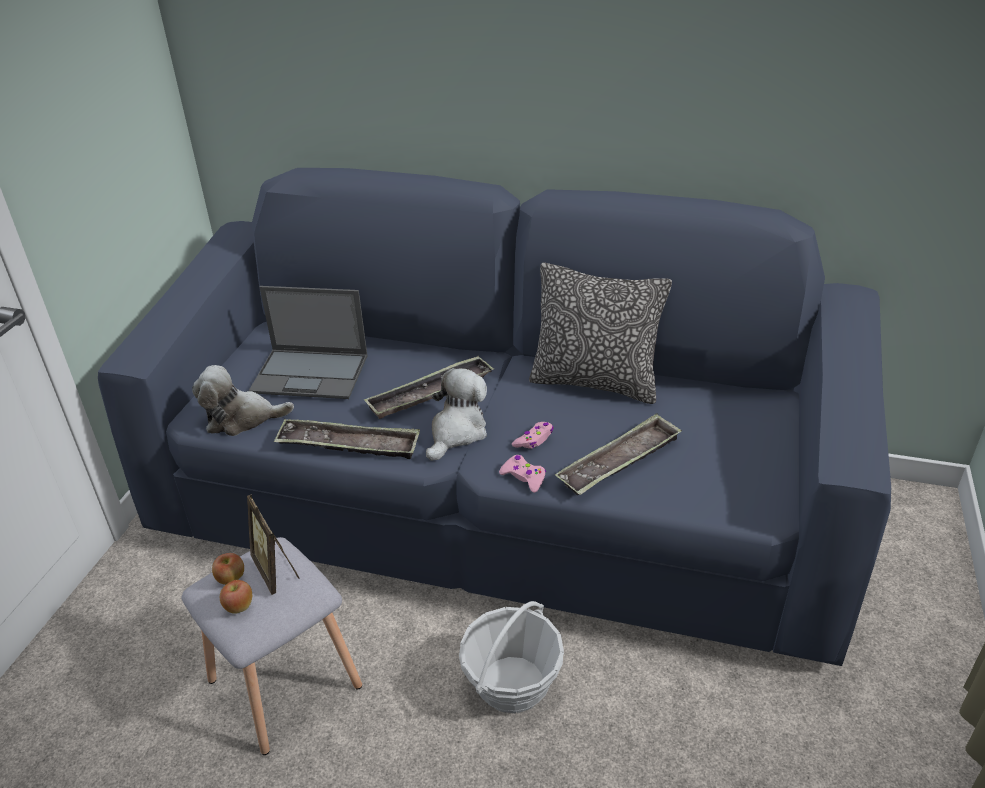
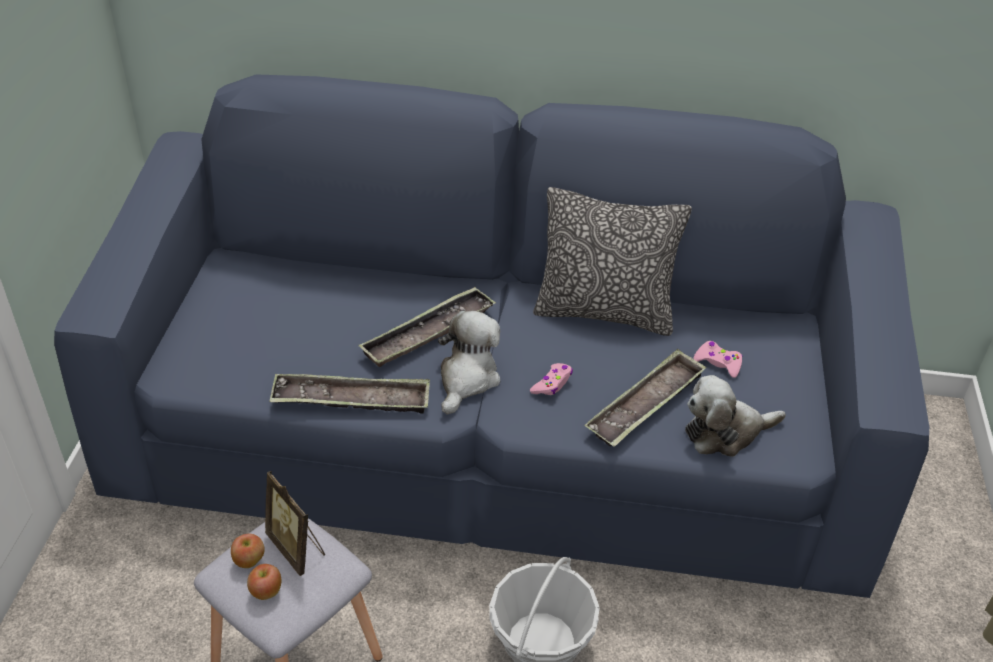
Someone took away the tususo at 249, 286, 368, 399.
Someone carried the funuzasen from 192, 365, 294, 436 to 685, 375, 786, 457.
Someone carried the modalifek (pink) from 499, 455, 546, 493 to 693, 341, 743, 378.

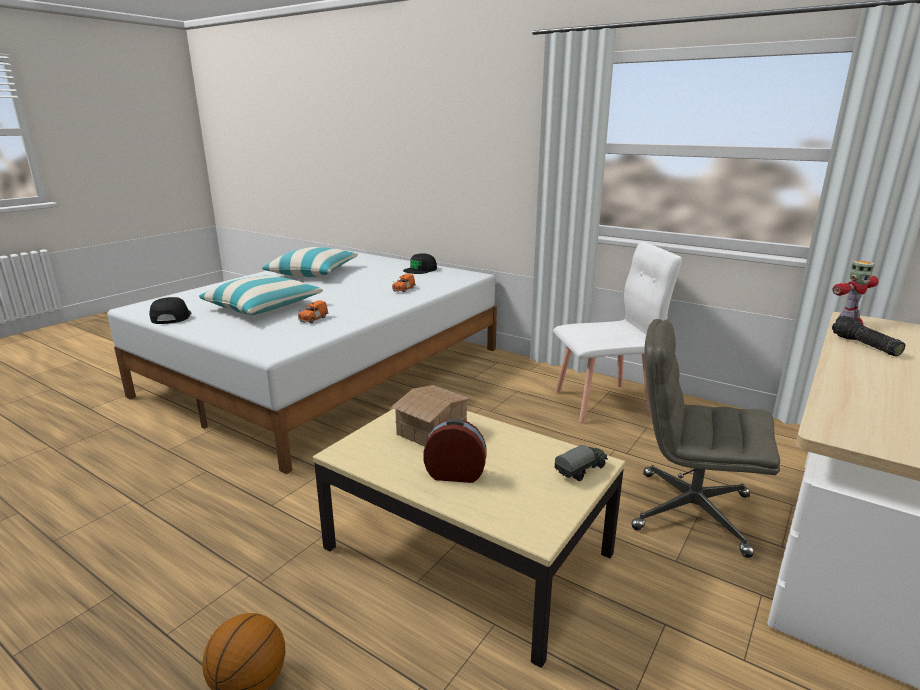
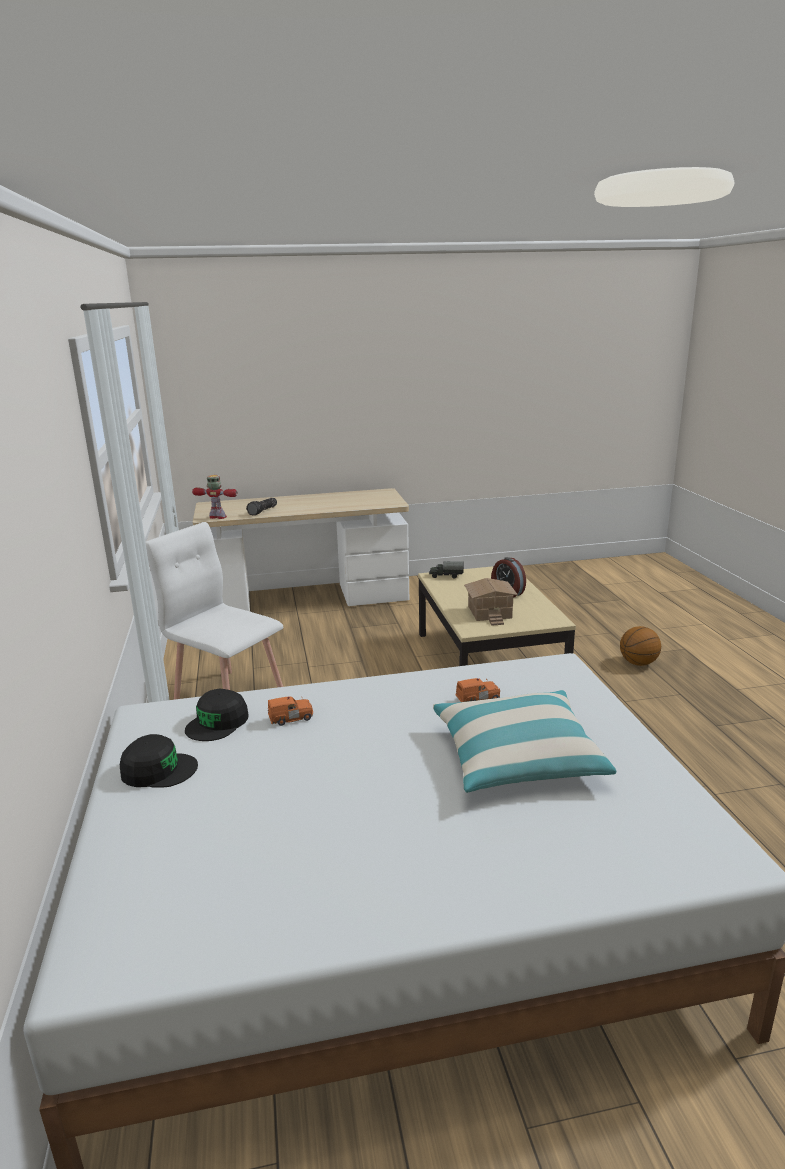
Someone took away the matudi at 262, 247, 358, 277.
Someone carried the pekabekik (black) from 149, 297, 191, 324 to 185, 689, 248, 741.
Someone took away the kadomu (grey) at 632, 319, 780, 558.

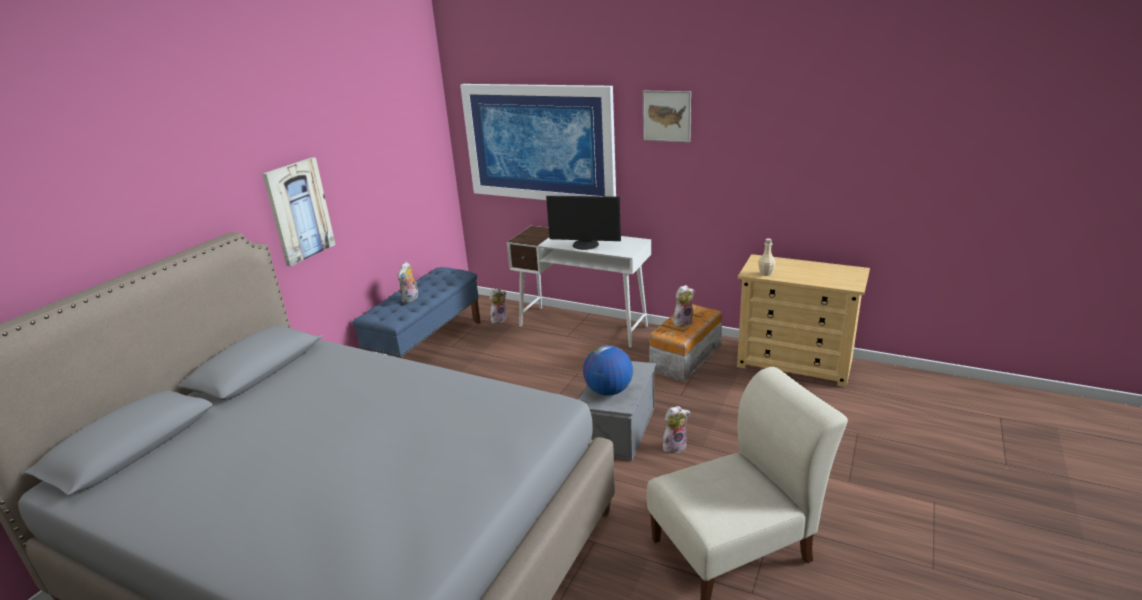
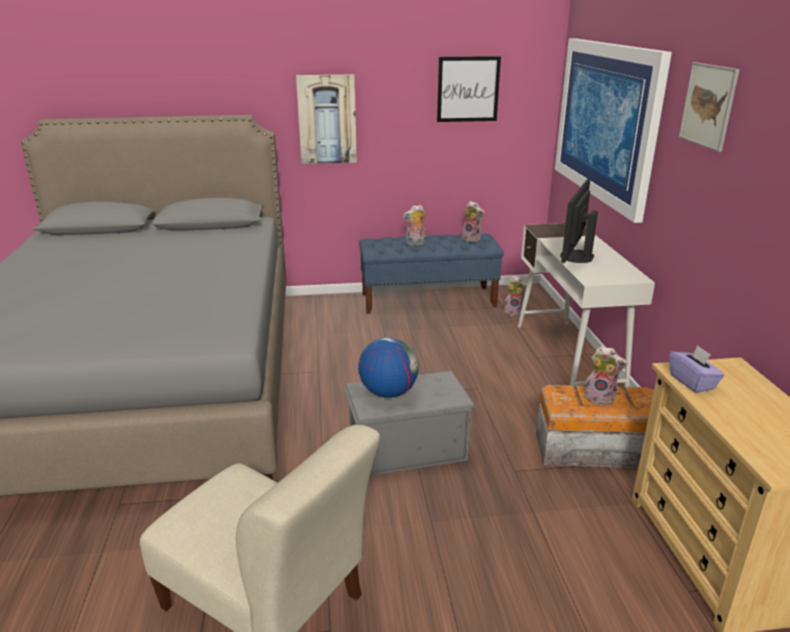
Someone rotated the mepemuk at 546, 196, 621, 250 by 45 degrees clockwise.
Someone swapped the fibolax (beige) at 758, 239, 776, 276 for the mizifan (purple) at 669, 345, 724, 393.
Someone carried the funuzasen from 663, 406, 690, 453 to 462, 201, 485, 243.
Someone put up the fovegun at 437, 56, 501, 122.

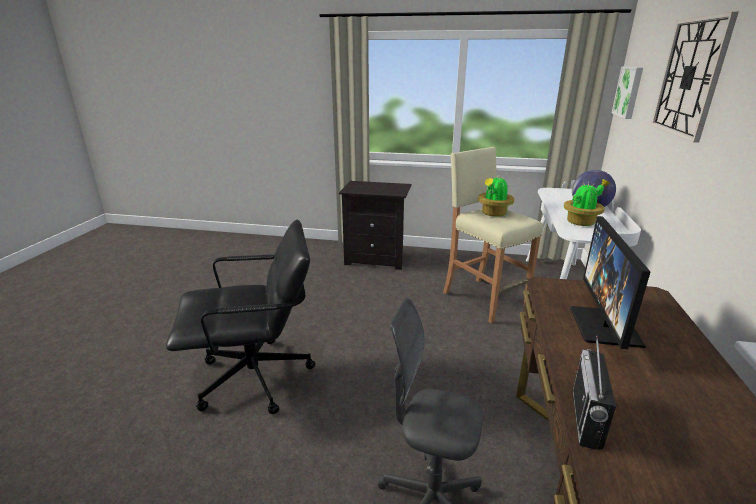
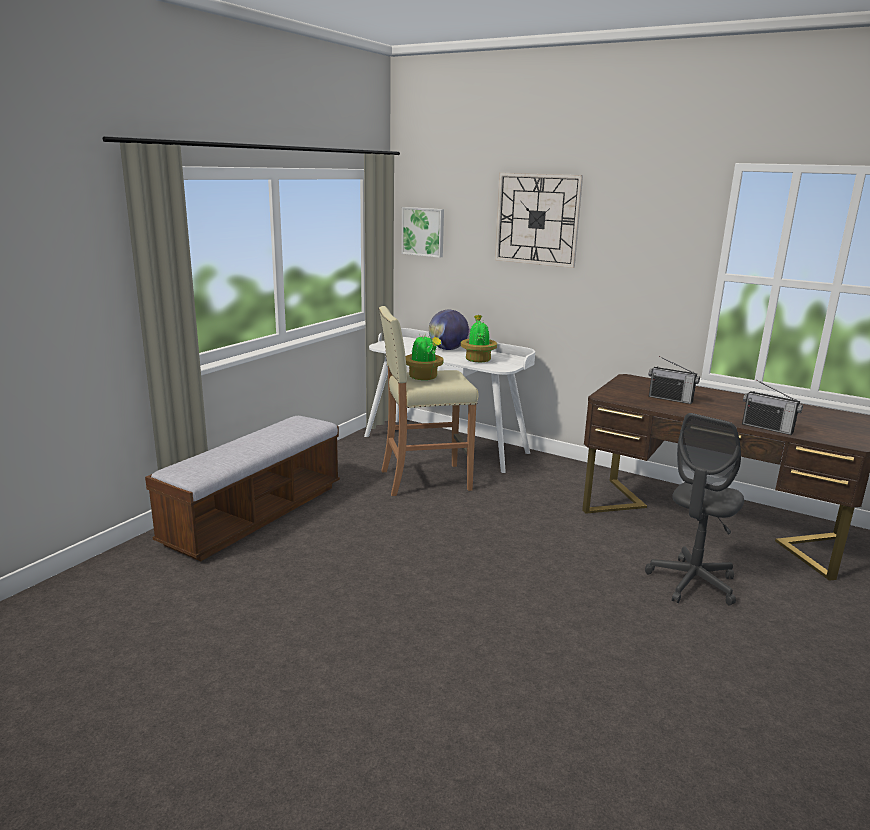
Someone swapped the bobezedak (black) at 339, 181, 411, 270 for the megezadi at 145, 415, 340, 561.
Someone swapped the mepemuk at 571, 216, 650, 349 for the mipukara at 649, 356, 700, 404.
Someone took away the kadomu (black) at 166, 220, 315, 414.

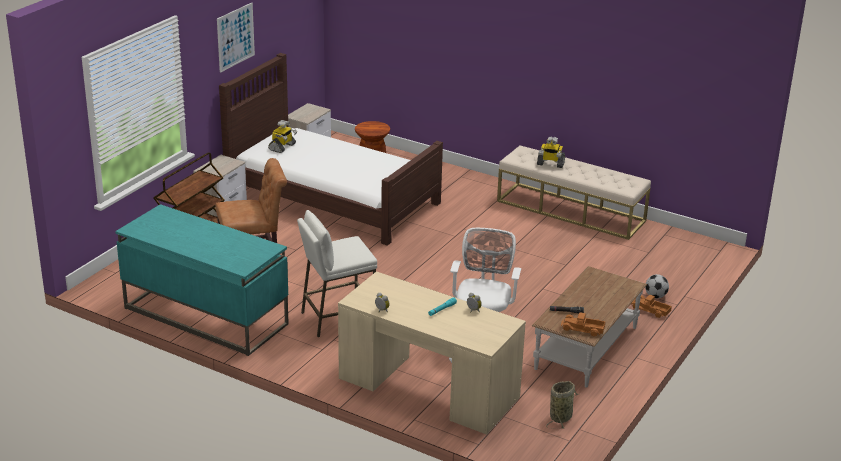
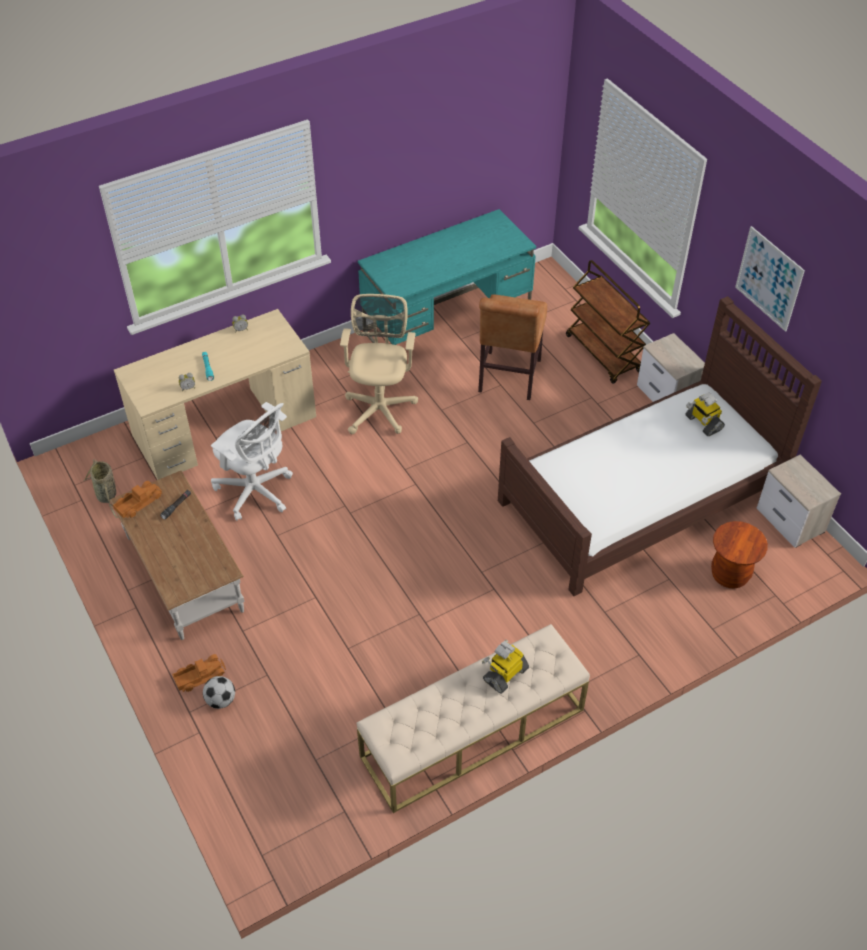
Someone swapped the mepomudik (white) at 297, 210, 377, 337 for the kadomu (beige) at 340, 294, 418, 434.

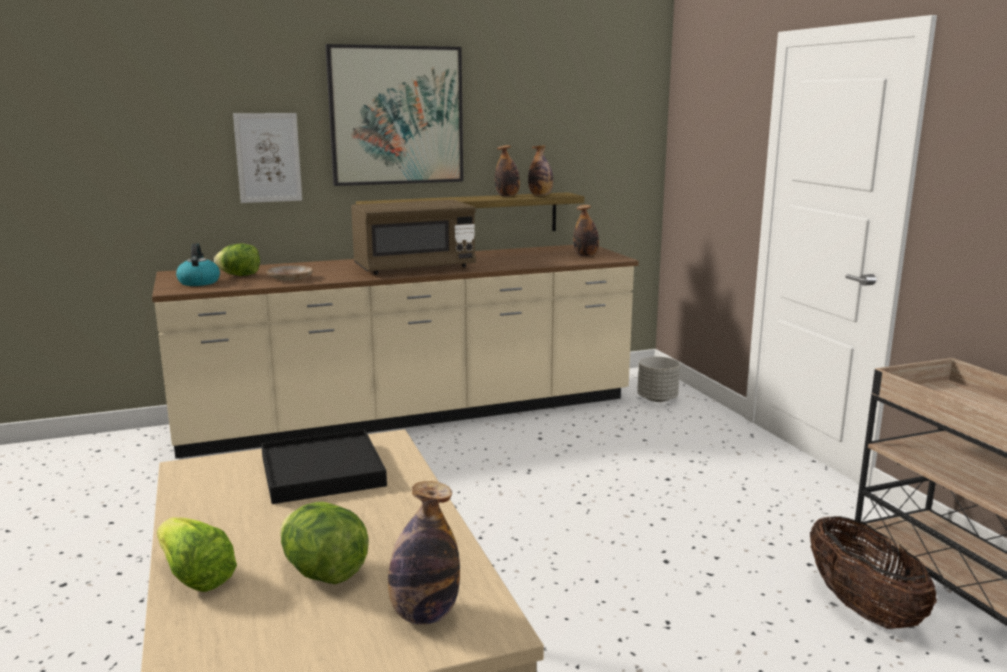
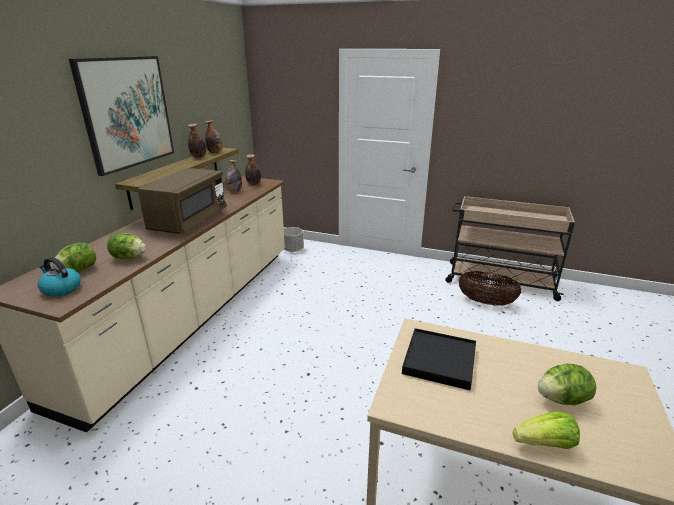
Someone took away the fovegun at 233, 113, 302, 203.
Someone swapped the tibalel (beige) at 267, 265, 313, 281 for the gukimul at 107, 233, 146, 259.
Someone carried the fibolax from 388, 481, 460, 625 to 226, 160, 242, 192.

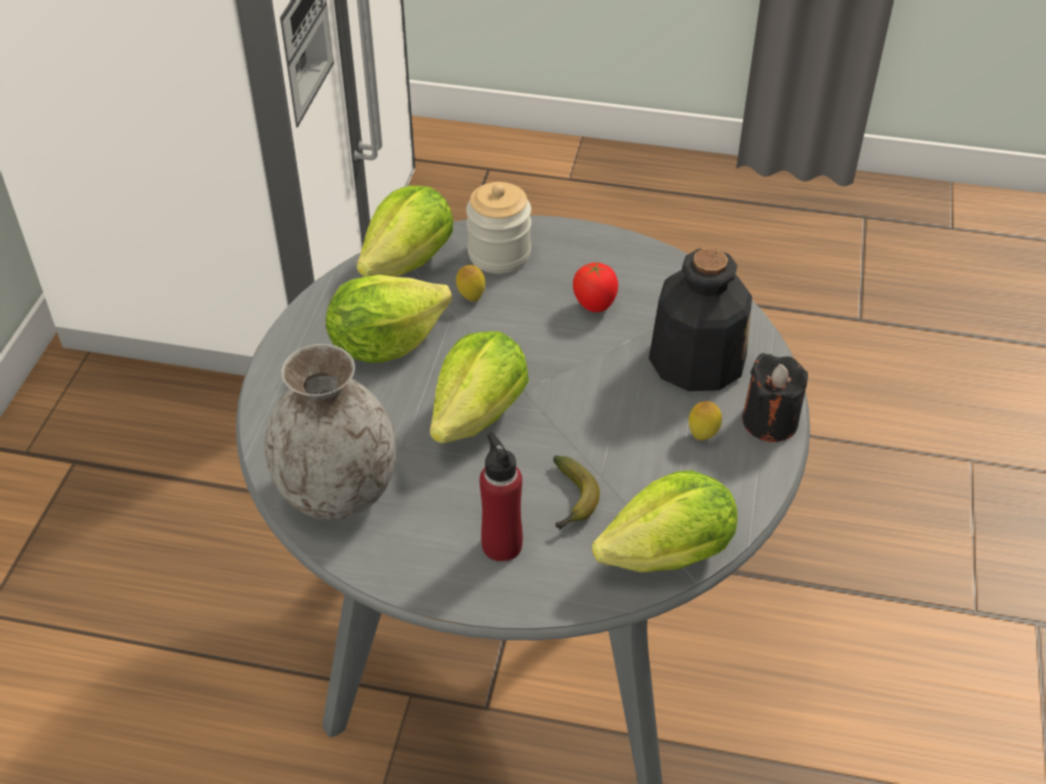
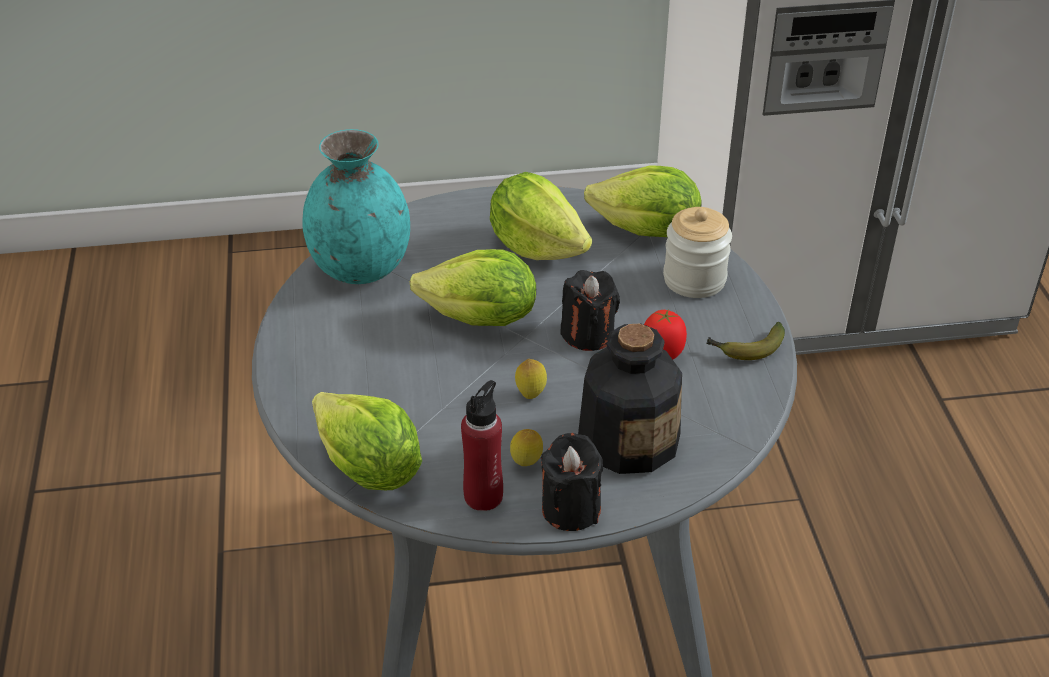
Someone carried the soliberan from 456, 265, 485, 301 to 515, 359, 547, 399.
Someone repainted the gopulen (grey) at 265, 344, 396, 520, which became the gopulen (turquoise) at 302, 129, 410, 284.
Someone carried the fibolax (red) from 479, 433, 523, 562 to 461, 380, 503, 511.
Someone carried the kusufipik from 553, 456, 600, 530 to 706, 322, 785, 360.
Someone put down the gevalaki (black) at 560, 270, 620, 351.

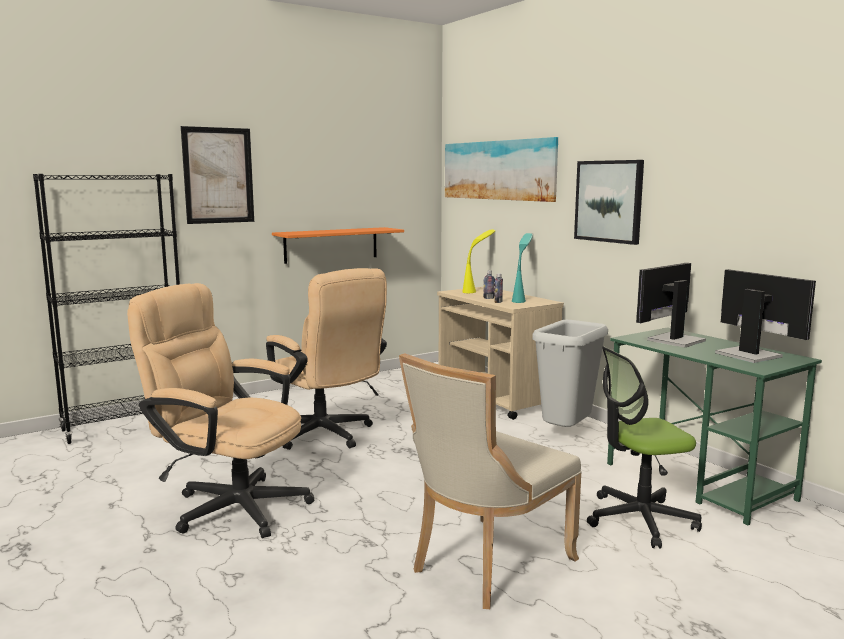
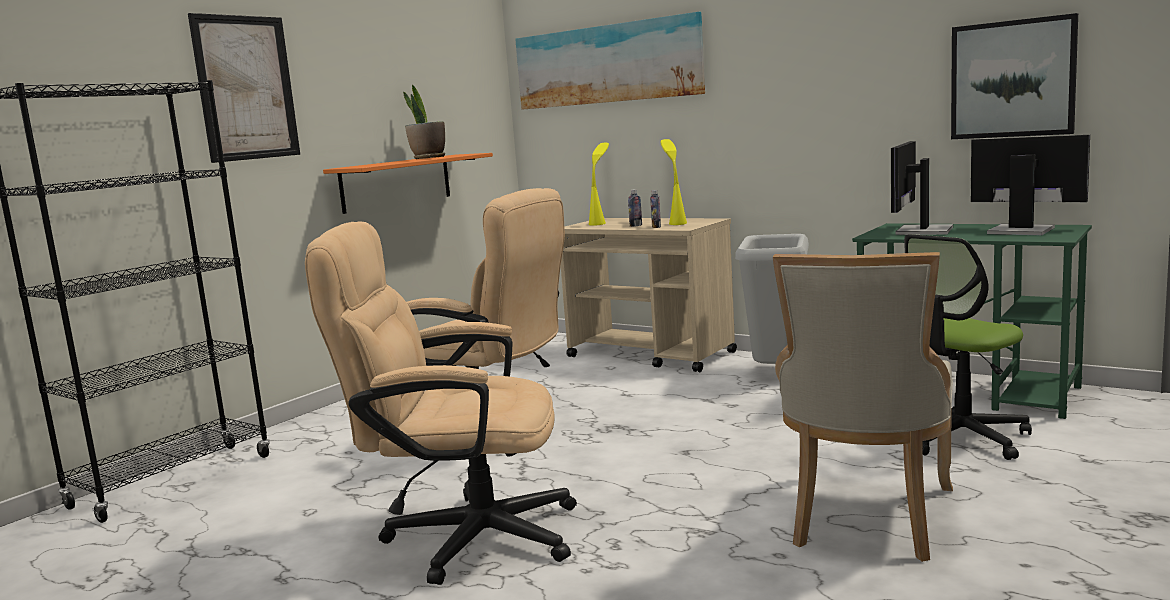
Someone carried the fovegun from 574, 160, 644, 245 to 951, 13, 1078, 139.
Someone repainted the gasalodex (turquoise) at 512, 233, 533, 303, which became the gasalodex (yellow) at 661, 139, 687, 225.
Someone put down the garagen at 403, 85, 445, 159.

